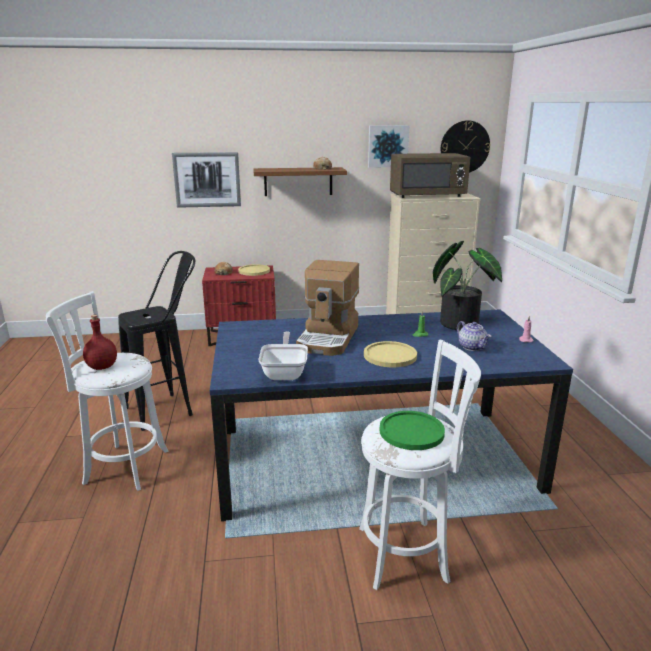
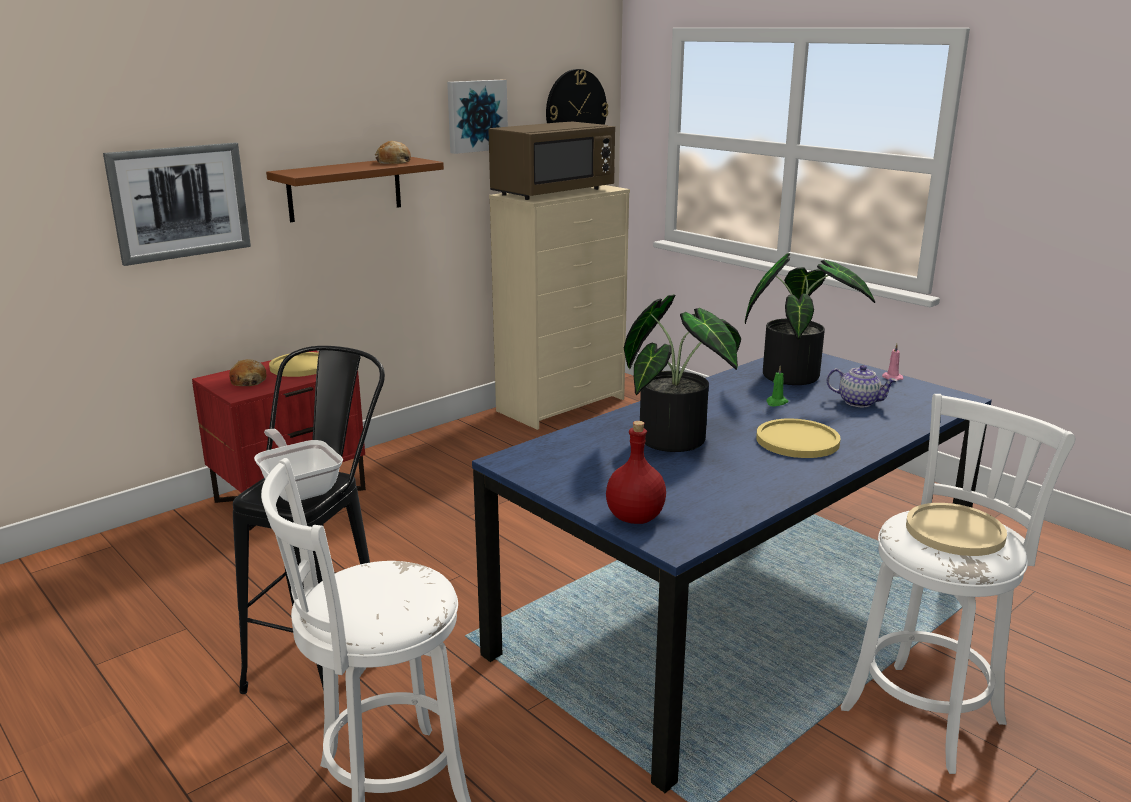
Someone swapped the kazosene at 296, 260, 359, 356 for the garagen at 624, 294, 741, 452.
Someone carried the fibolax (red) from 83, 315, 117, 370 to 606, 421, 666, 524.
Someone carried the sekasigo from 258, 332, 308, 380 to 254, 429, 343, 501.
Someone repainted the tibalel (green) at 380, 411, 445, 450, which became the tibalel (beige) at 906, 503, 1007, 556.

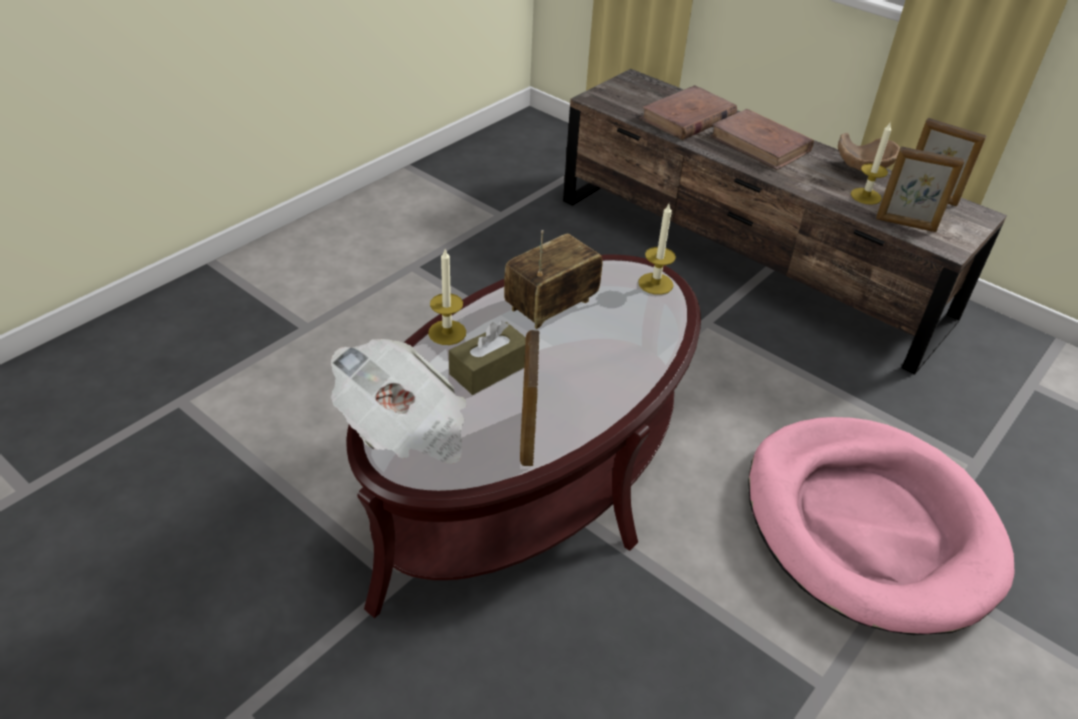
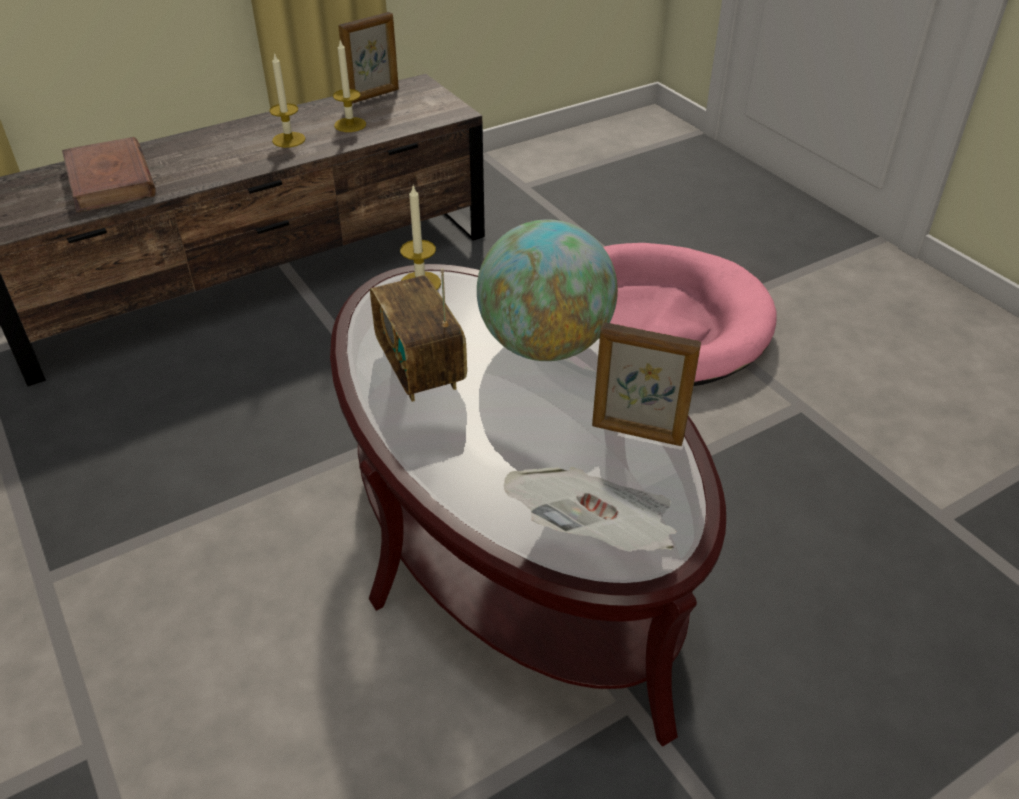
Someone took away the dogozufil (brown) at 710, 109, 814, 170.
Someone took away the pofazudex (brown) at 838, 133, 900, 171.
Someone took away the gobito at 876, 146, 964, 232.
Someone carried the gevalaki from 428, 249, 466, 345 to 269, 53, 305, 148.
Someone took away the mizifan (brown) at 449, 321, 526, 395.
Someone put down the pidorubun at 477, 220, 618, 361.

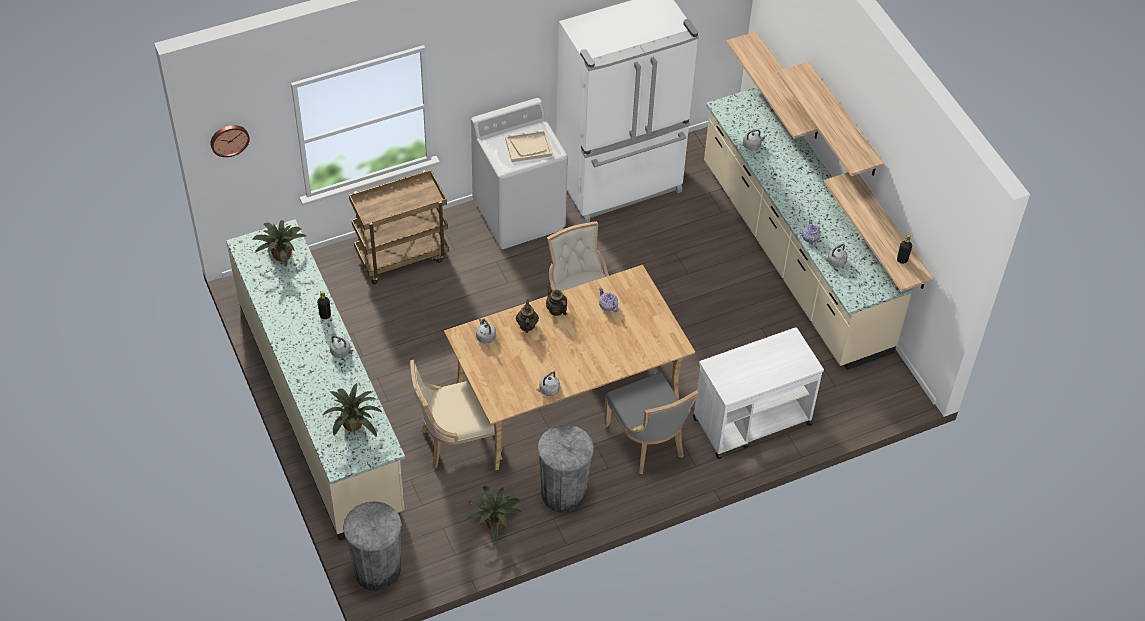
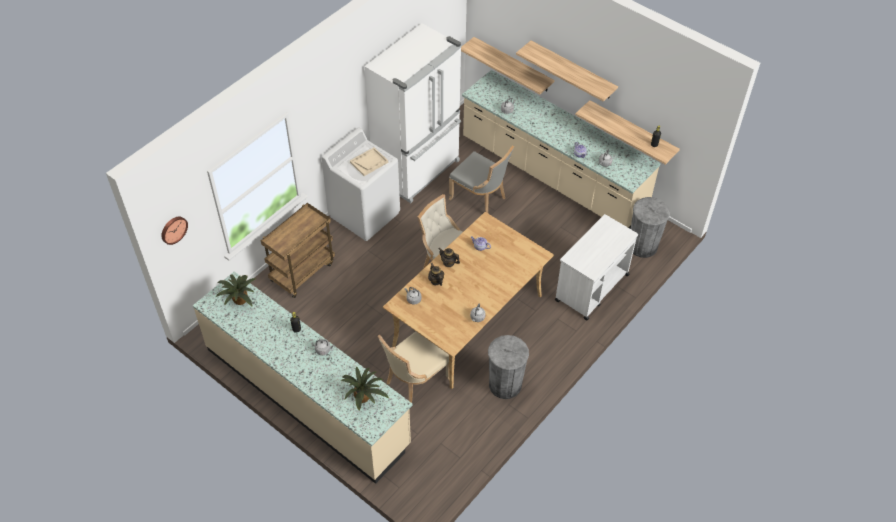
Someone carried the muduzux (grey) from 603, 372, 698, 474 to 449, 145, 514, 213.
Someone took away the garagen at 467, 486, 523, 541.
Someone carried the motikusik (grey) from 343, 501, 402, 591 to 631, 197, 670, 258.

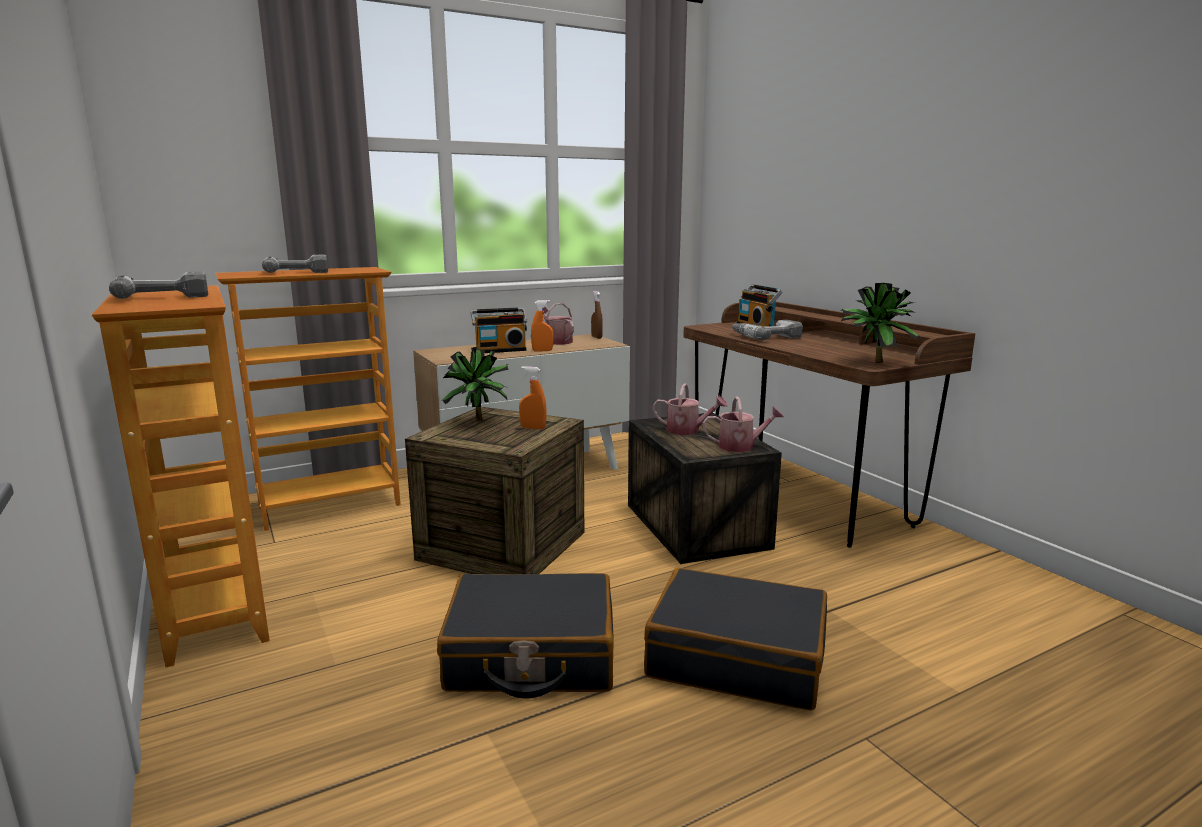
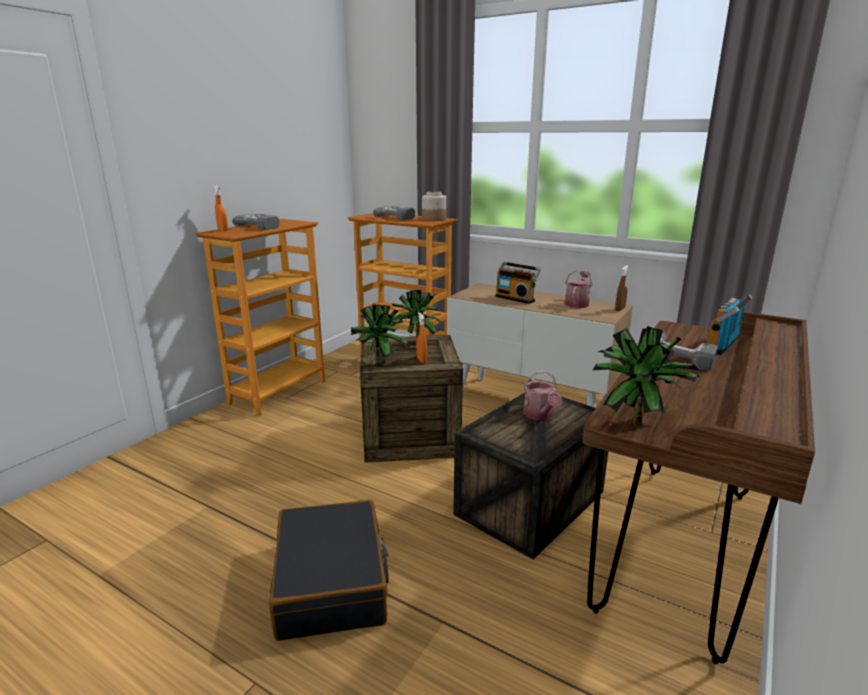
Someone carried the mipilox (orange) from 531, 300, 554, 352 to 214, 185, 228, 231.
Someone took away the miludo at 703, 396, 784, 452.
Someone took away the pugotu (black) at 437, 573, 613, 698.
Someone put down the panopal at 422, 192, 446, 221.
Someone put down the garagen at 351, 305, 408, 364.

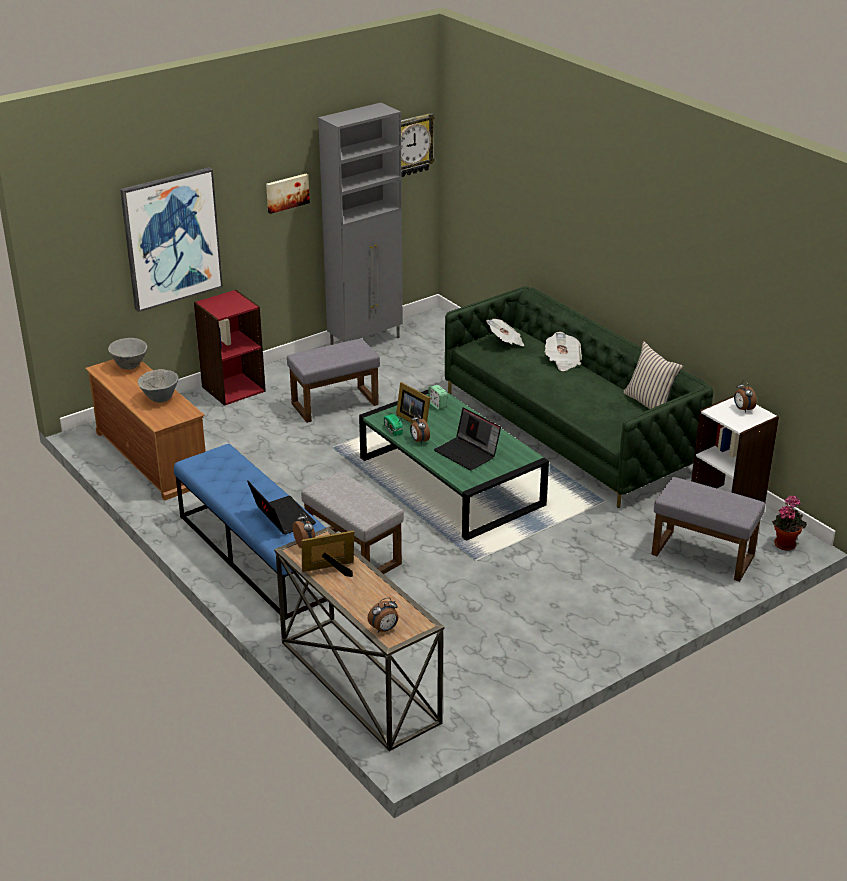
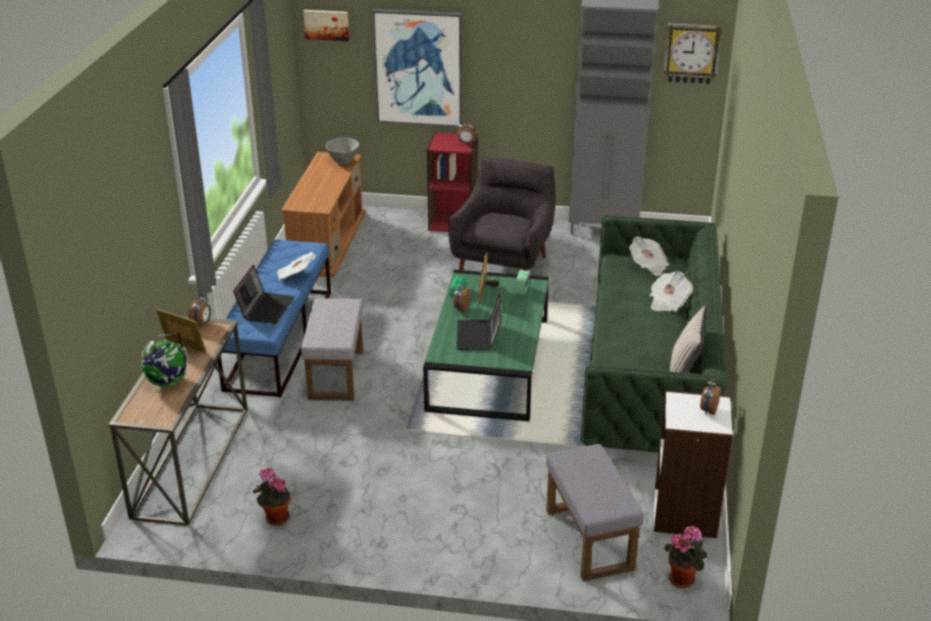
Someone carried the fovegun from 266, 174, 310, 214 to 303, 10, 349, 41.
Someone swapped the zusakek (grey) at 287, 339, 380, 423 for the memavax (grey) at 449, 157, 556, 271.
Someone took away the pofazudex (grey) at 138, 369, 179, 403.
Someone carried the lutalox from 368, 597, 398, 633 to 458, 119, 478, 144.
Someone put down the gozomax at 277, 252, 315, 280.
Someone put down the pidorubun at 141, 334, 189, 387.
Someone put down the garagen at 253, 467, 291, 526.

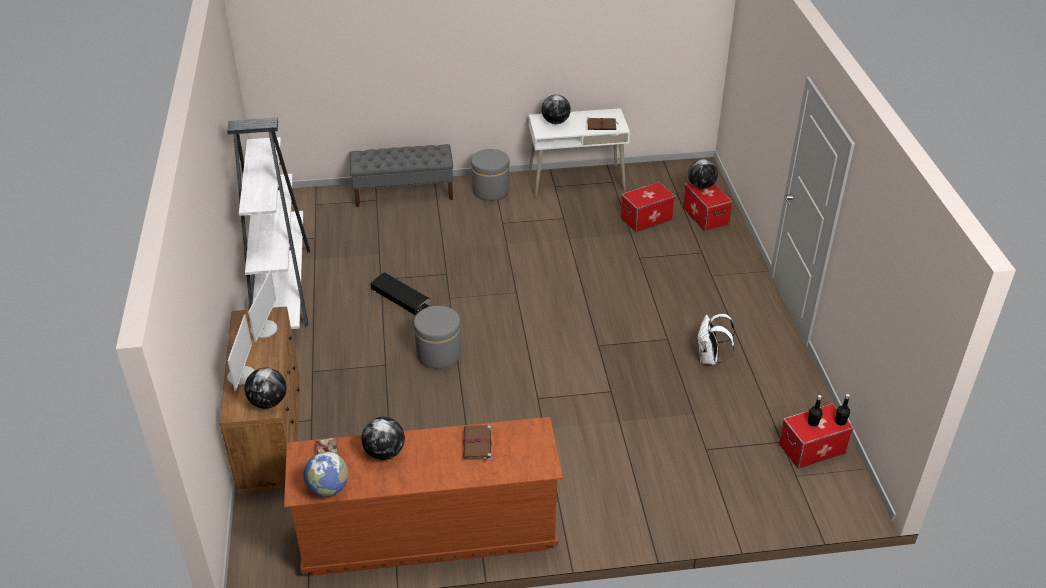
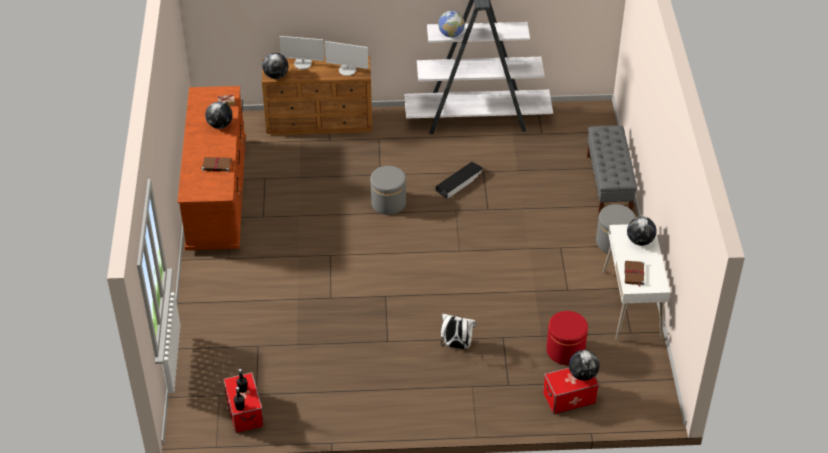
Someone swapped the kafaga at 620, 182, 676, 232 for the zusakek (red) at 546, 311, 588, 365.
Someone carried the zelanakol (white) from 697, 314, 735, 365 to 441, 314, 476, 350.
Someone carried the pidorubun from 303, 452, 349, 497 to 438, 11, 465, 37.

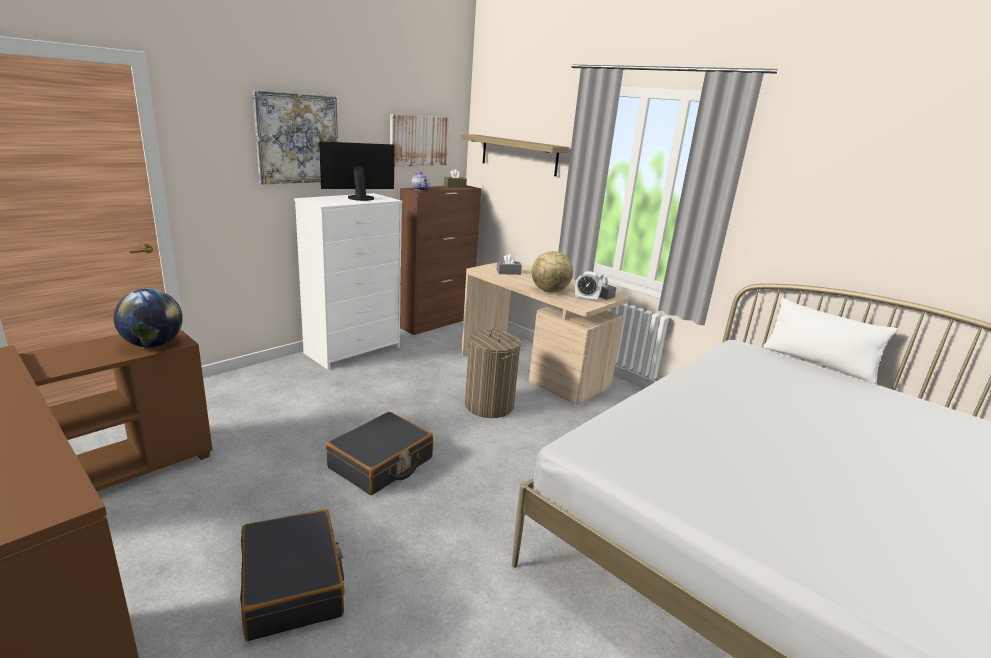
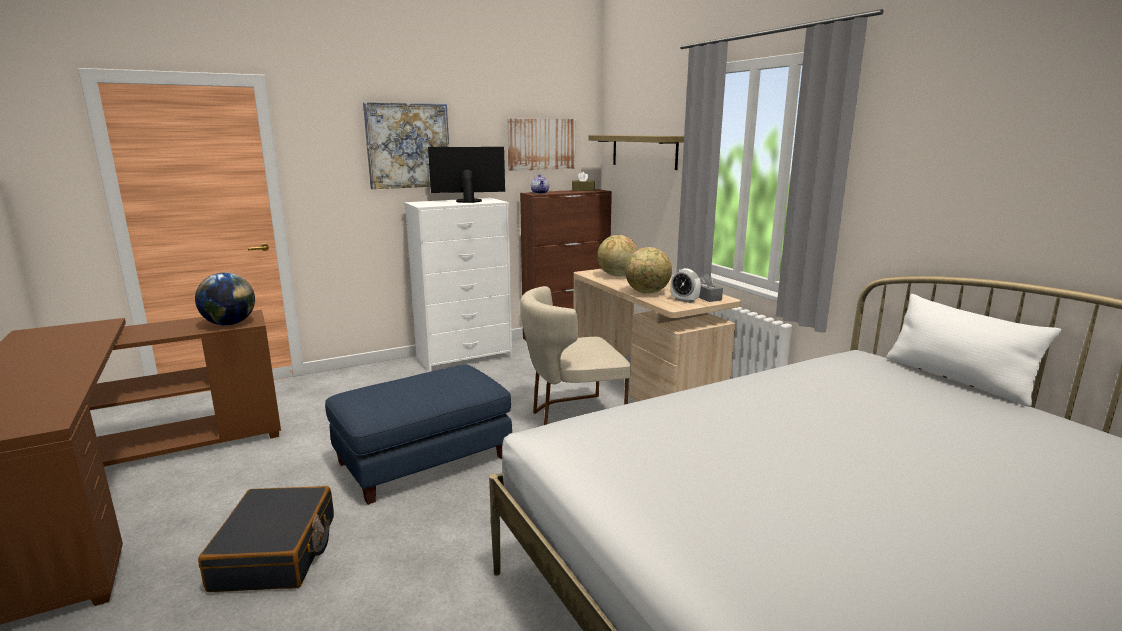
Someone swapped the mizifan (grey) at 496, 253, 522, 275 for the pidorubun at 597, 235, 638, 276.
Someone swapped the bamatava at 465, 328, 521, 418 for the muduzux (beige) at 520, 286, 631, 425.
Someone swapped the pugotu (black) at 326, 412, 433, 495 for the zusakek (blue) at 325, 365, 512, 505.

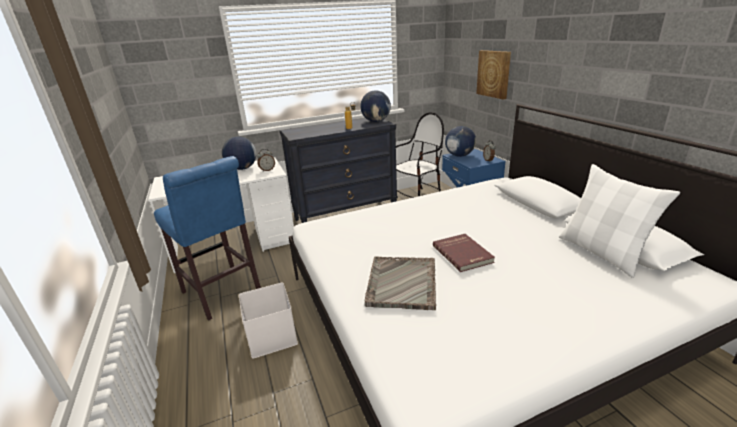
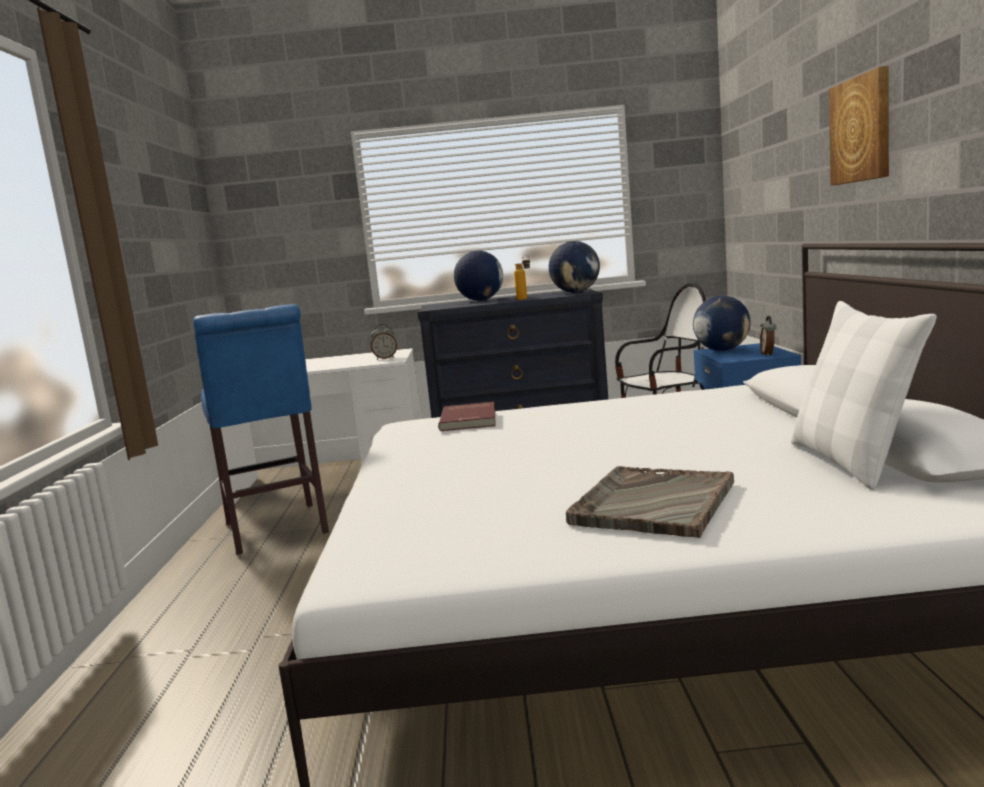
Someone carried the fovegun from 476, 50, 511, 100 to 829, 66, 889, 186.
Someone carried the pidorubun from 222, 137, 257, 170 to 454, 251, 503, 301.
Someone carried the dogozufil (red) from 433, 234, 495, 272 to 438, 402, 495, 431.
Someone carried the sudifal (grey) from 365, 256, 436, 310 to 566, 466, 734, 538.
Someone took away the kafaga (white) at 239, 283, 298, 359.

